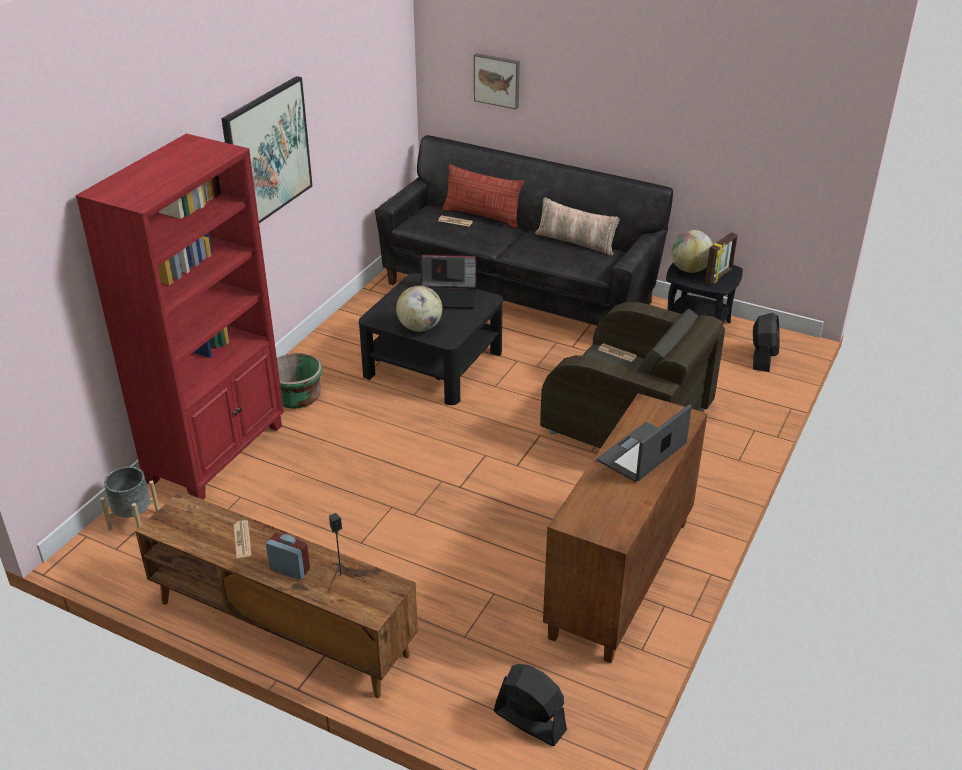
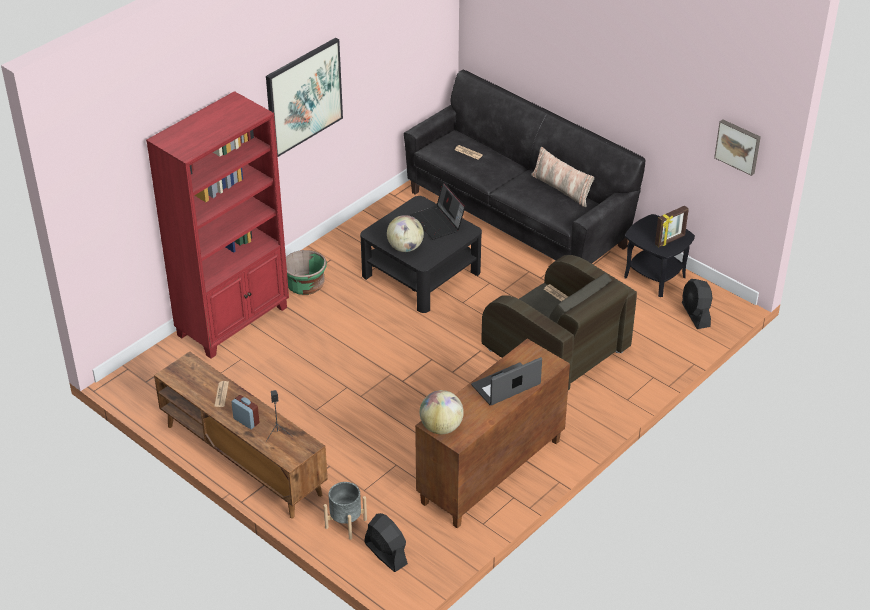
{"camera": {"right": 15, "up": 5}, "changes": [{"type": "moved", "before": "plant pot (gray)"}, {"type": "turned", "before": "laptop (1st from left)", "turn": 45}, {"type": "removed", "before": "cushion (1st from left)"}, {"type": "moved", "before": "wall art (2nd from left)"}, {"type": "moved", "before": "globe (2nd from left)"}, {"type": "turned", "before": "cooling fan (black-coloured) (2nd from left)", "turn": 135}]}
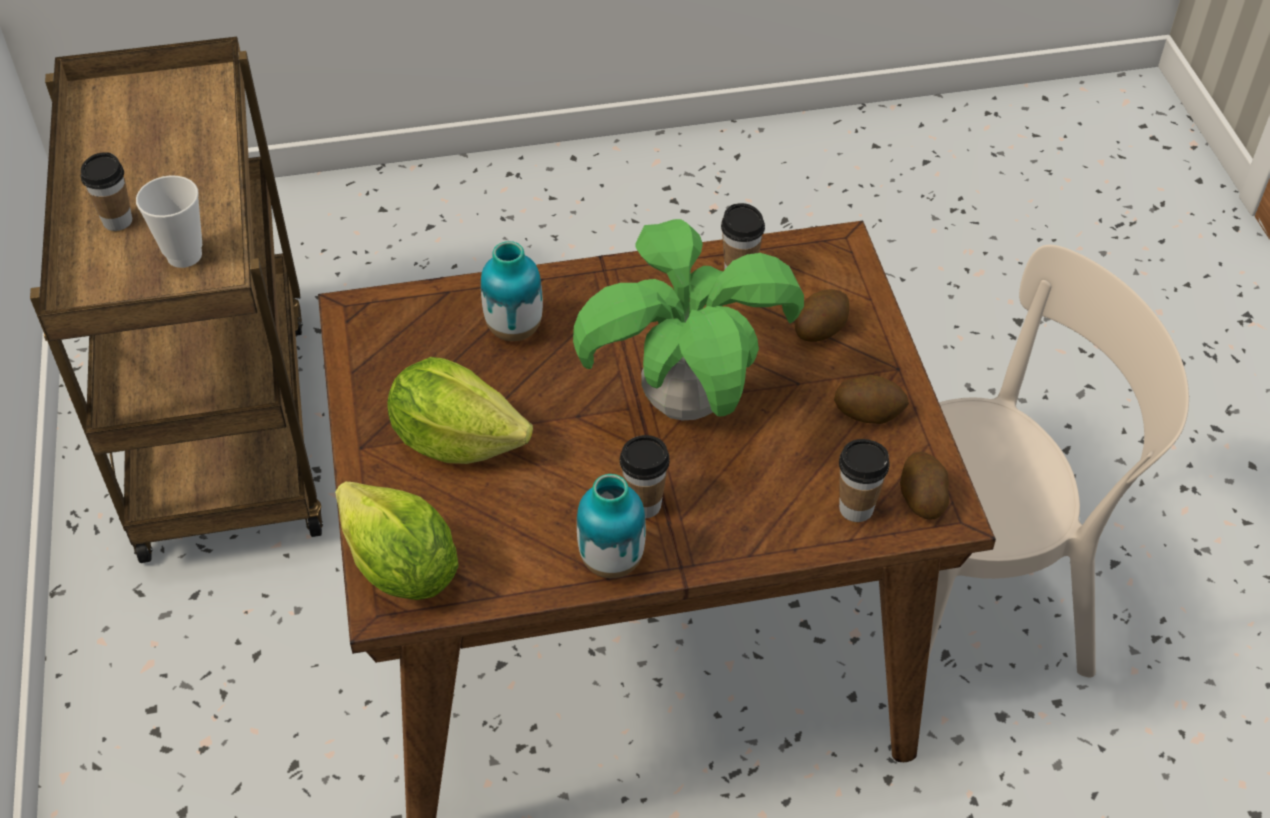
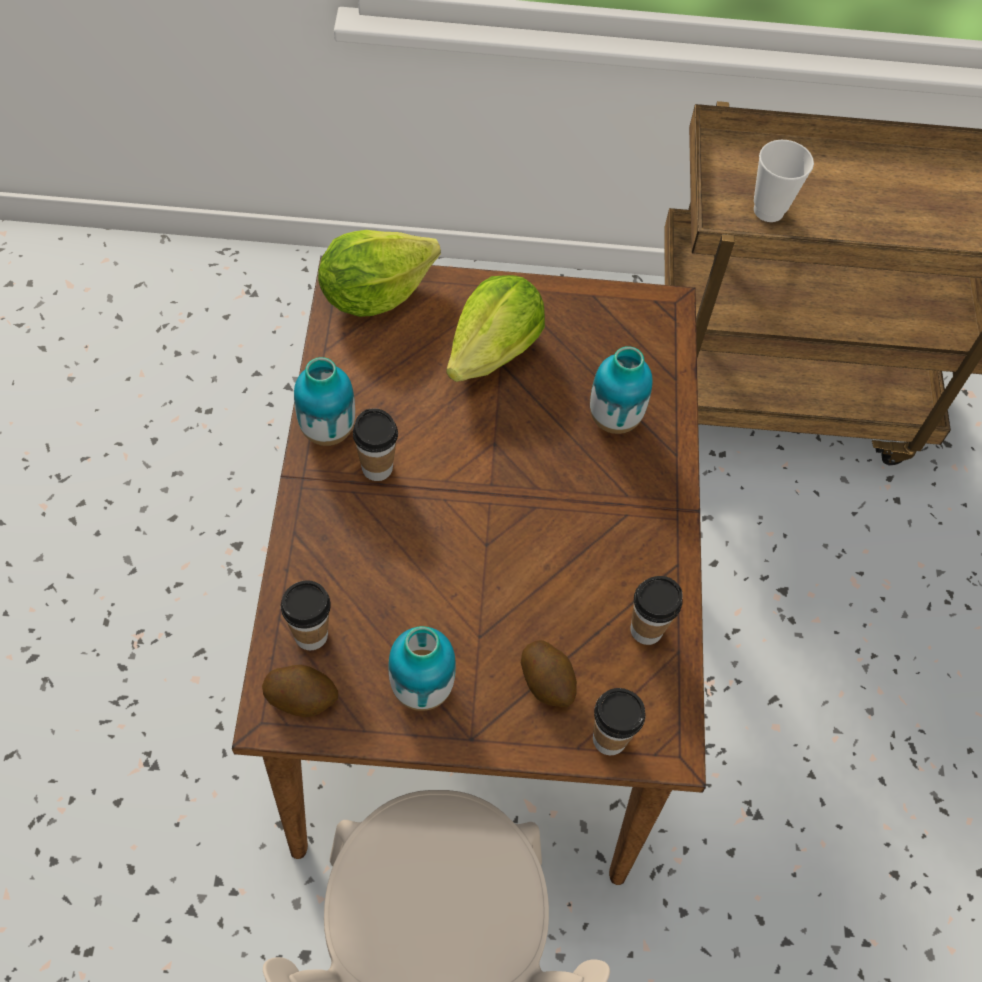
{"camera": {"right": 100, "up": 10}, "changes": [{"type": "moved", "before": "cup (1st from left in the first image)", "after": "cup (3rd from left)"}, {"type": "removed", "before": "houseplant"}, {"type": "replaced", "before": "potato (2nd from left)", "after": "flower vase (2nd from left)"}]}
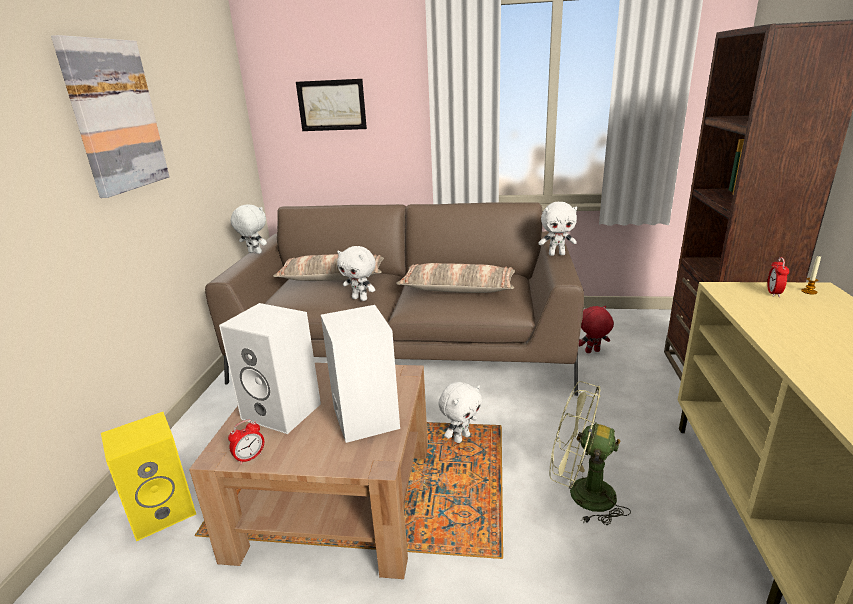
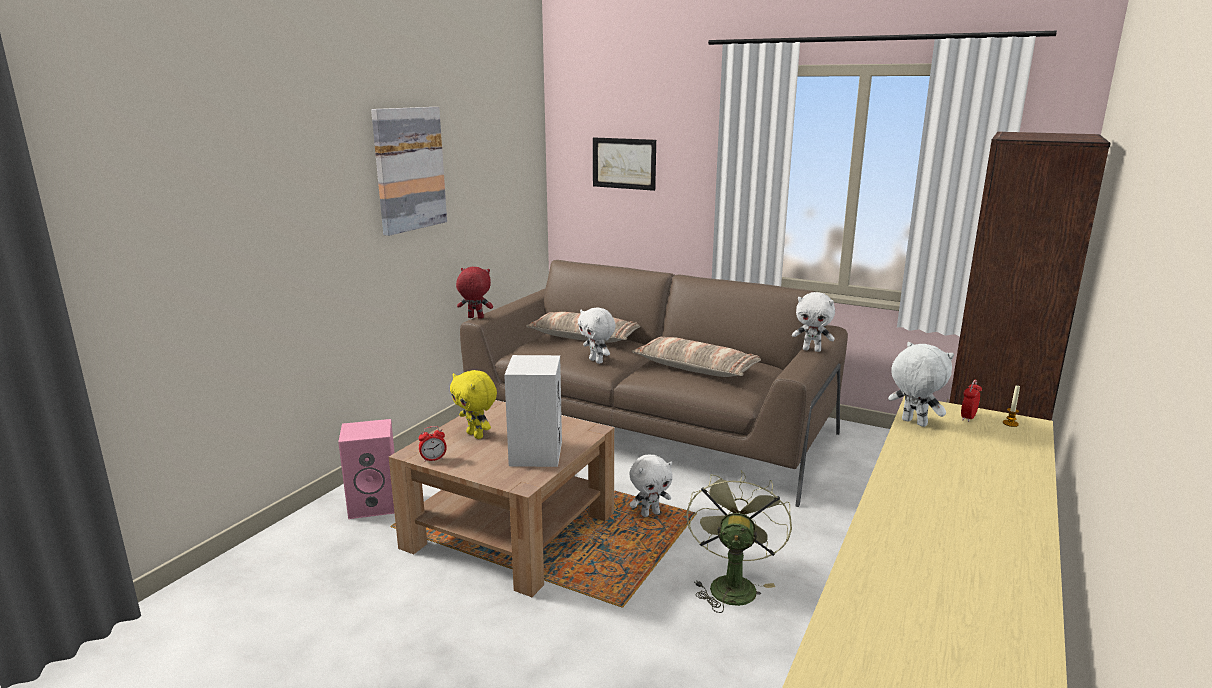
{"camera": {"right": 20, "up": -5}, "changes": [{"type": "recoloured", "before": "audio speaker (yellow-coloured)", "after": "audio speaker (pink-coloured)"}, {"type": "replaced", "before": "audio speaker (white) (1st from left)", "after": "cuddly toy (yellow-coloured)"}, {"type": "moved", "before": "cuddly toy (white) (1st from left in the first image)", "after": "cuddly toy (white) (4th from left)"}, {"type": "turned", "before": "cooling fan (green)", "turn": 60}, {"type": "moved", "before": "cuddly toy (reddish)"}]}
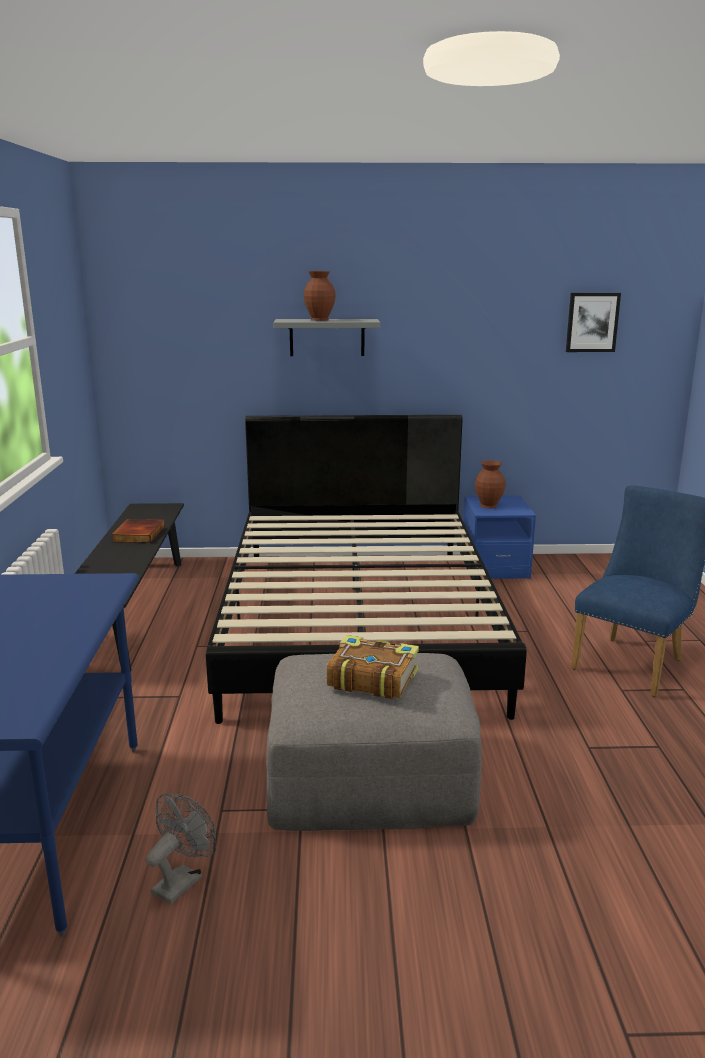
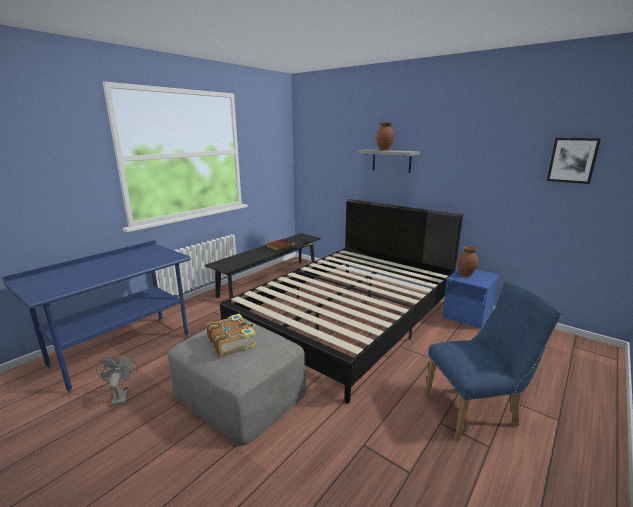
{"camera": {"right": 40, "up": 0}, "changes": [{"type": "turned", "before": "cooling fan (gray)", "turn": -90}]}
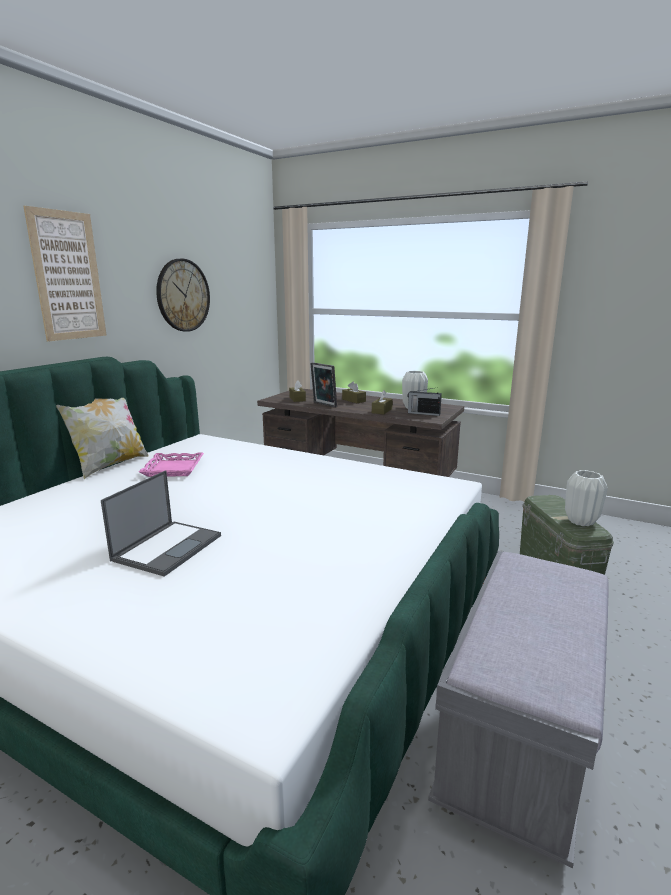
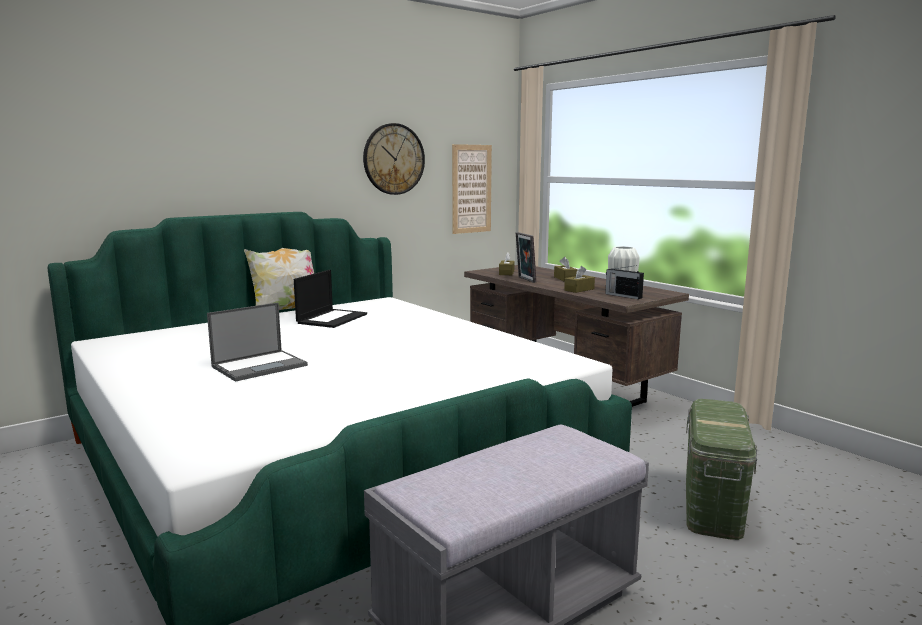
{"camera": {"right": 25, "up": -5}, "changes": [{"type": "moved", "before": "wall art"}, {"type": "replaced", "before": "carrying tray (pink-coloured)", "after": "laptop (2nd from left)"}, {"type": "removed", "before": "flower vase (white) (2nd from left)"}]}
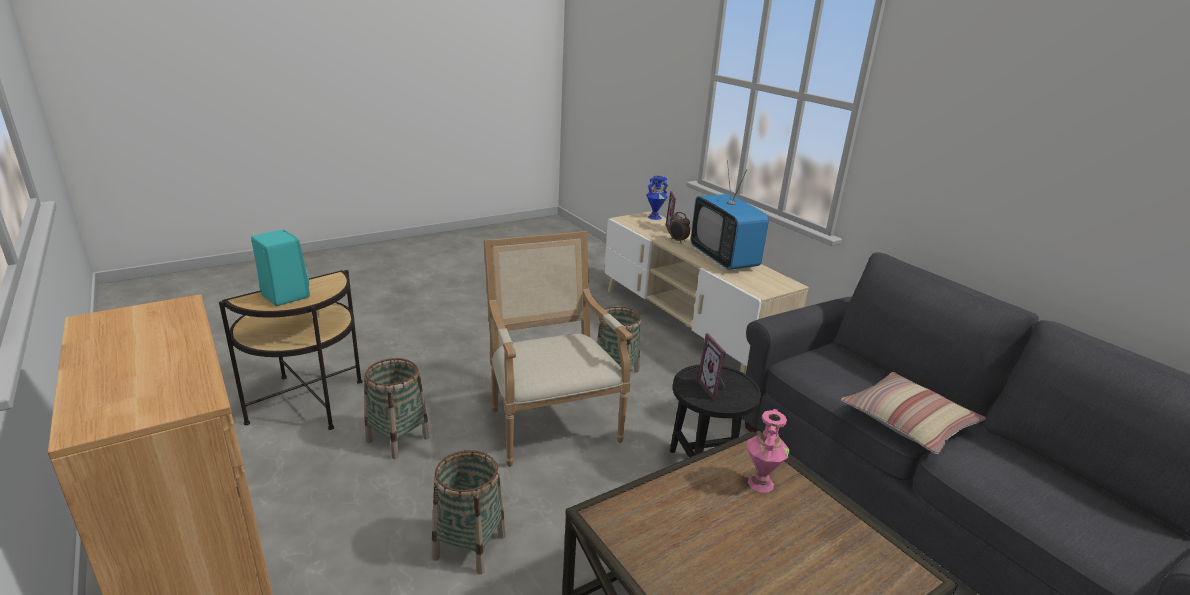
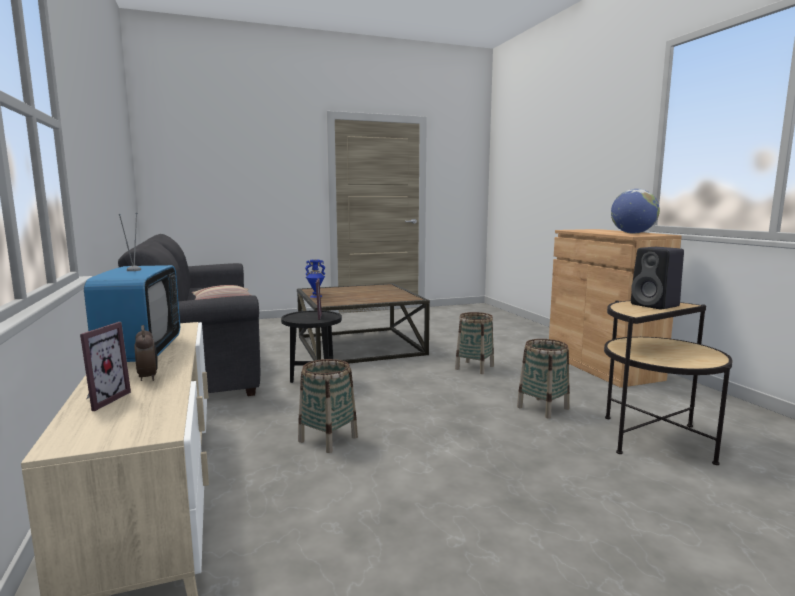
{"camera": {"right": -165, "up": -15}, "changes": [{"type": "recoloured", "before": "audio speaker (blue-green)", "after": "audio speaker (black-coloured)"}, {"type": "removed", "before": "easy chair"}, {"type": "moved", "before": "flower vase (blue-coloured)"}, {"type": "removed", "before": "flower vase (pink-coloured)"}, {"type": "added", "after": "globe"}]}
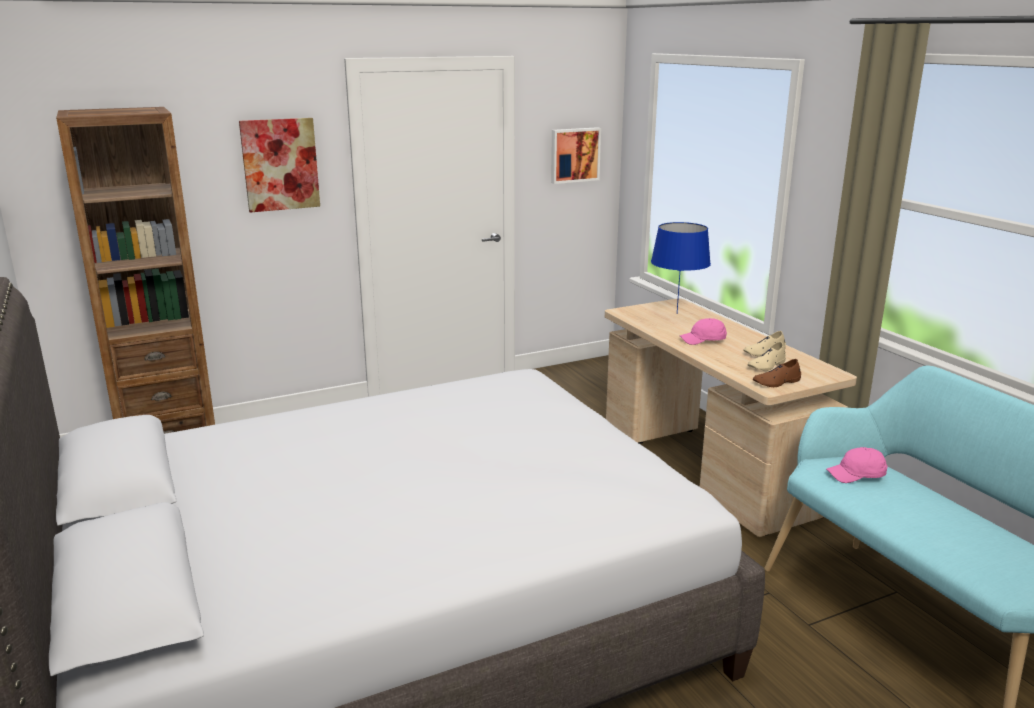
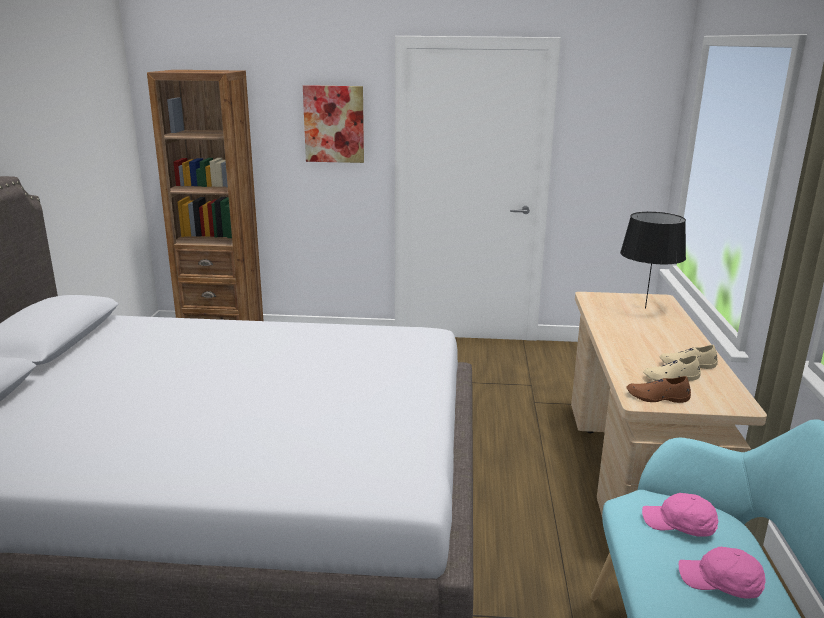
{"camera": {"right": 30, "up": 0}, "changes": [{"type": "removed", "before": "wall art (2nd from left)"}, {"type": "recoloured", "before": "tabletop lamp (blue-coloured)", "after": "tabletop lamp (black-coloured)"}, {"type": "moved", "before": "peaked cap (pink-coloured) (1st from left in the first image)", "after": "peaked cap (pink-coloured) (2nd from left)"}]}
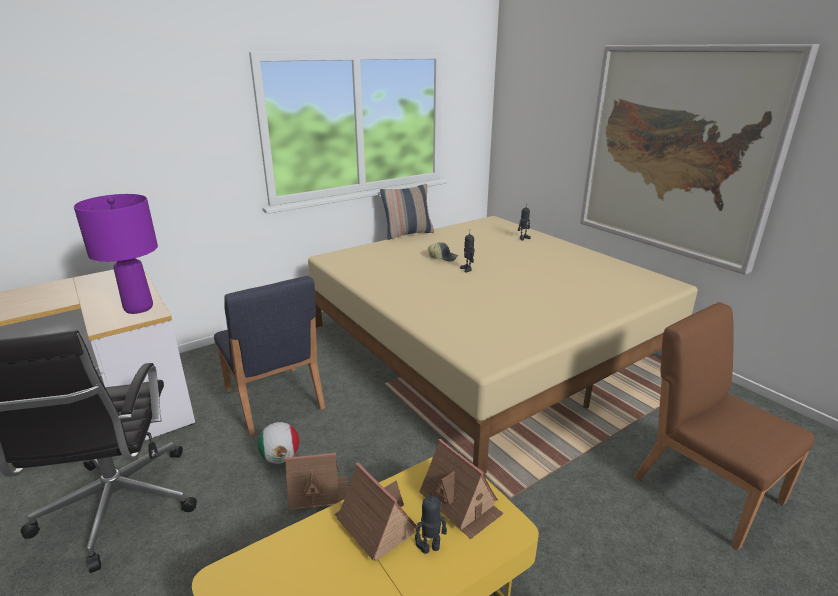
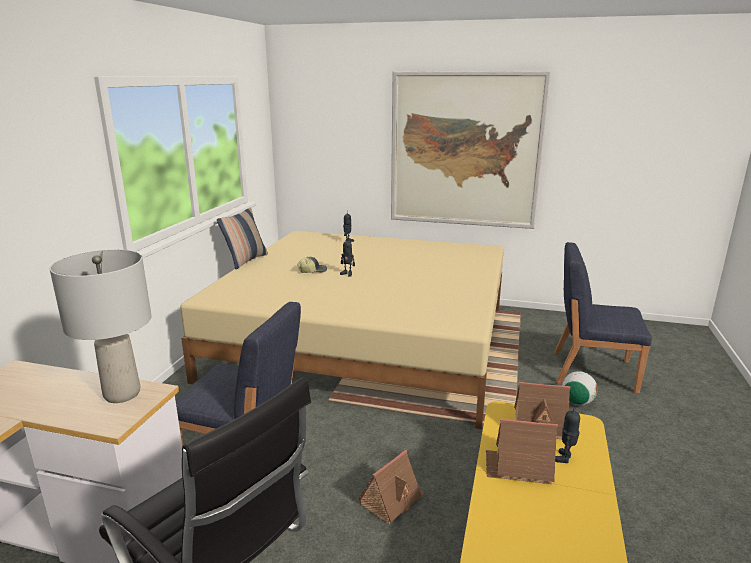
{"camera": {"right": -40, "up": -5}, "changes": [{"type": "recoloured", "before": "tabletop lamp (purple)", "after": "tabletop lamp (gray)"}, {"type": "moved", "before": "football ball"}, {"type": "recoloured", "before": "chair (brownish)", "after": "chair (blue-coloured) (2nd from left)"}]}
